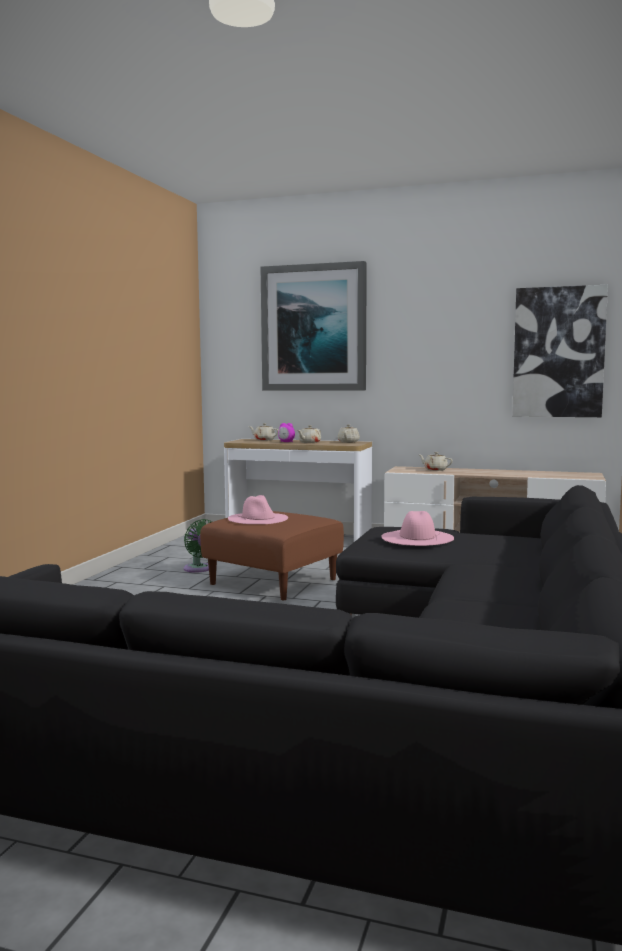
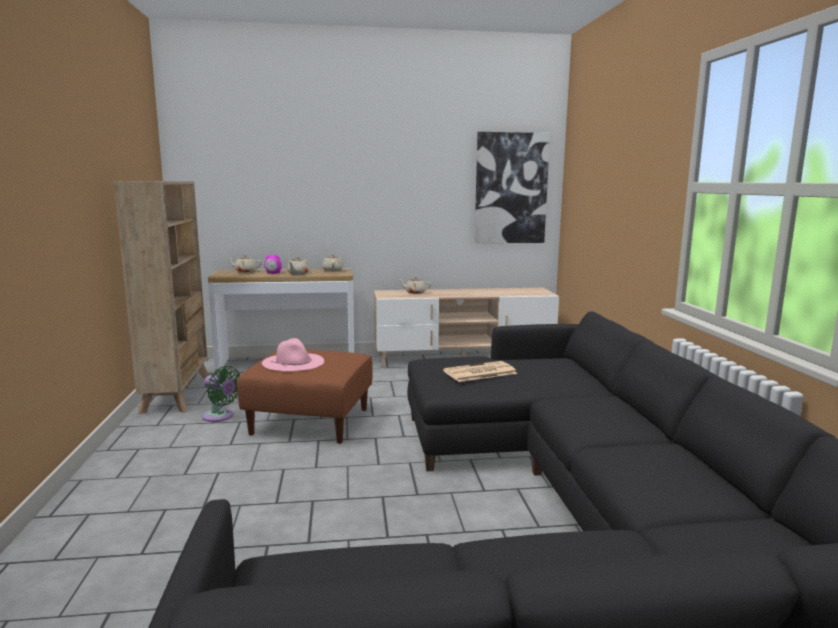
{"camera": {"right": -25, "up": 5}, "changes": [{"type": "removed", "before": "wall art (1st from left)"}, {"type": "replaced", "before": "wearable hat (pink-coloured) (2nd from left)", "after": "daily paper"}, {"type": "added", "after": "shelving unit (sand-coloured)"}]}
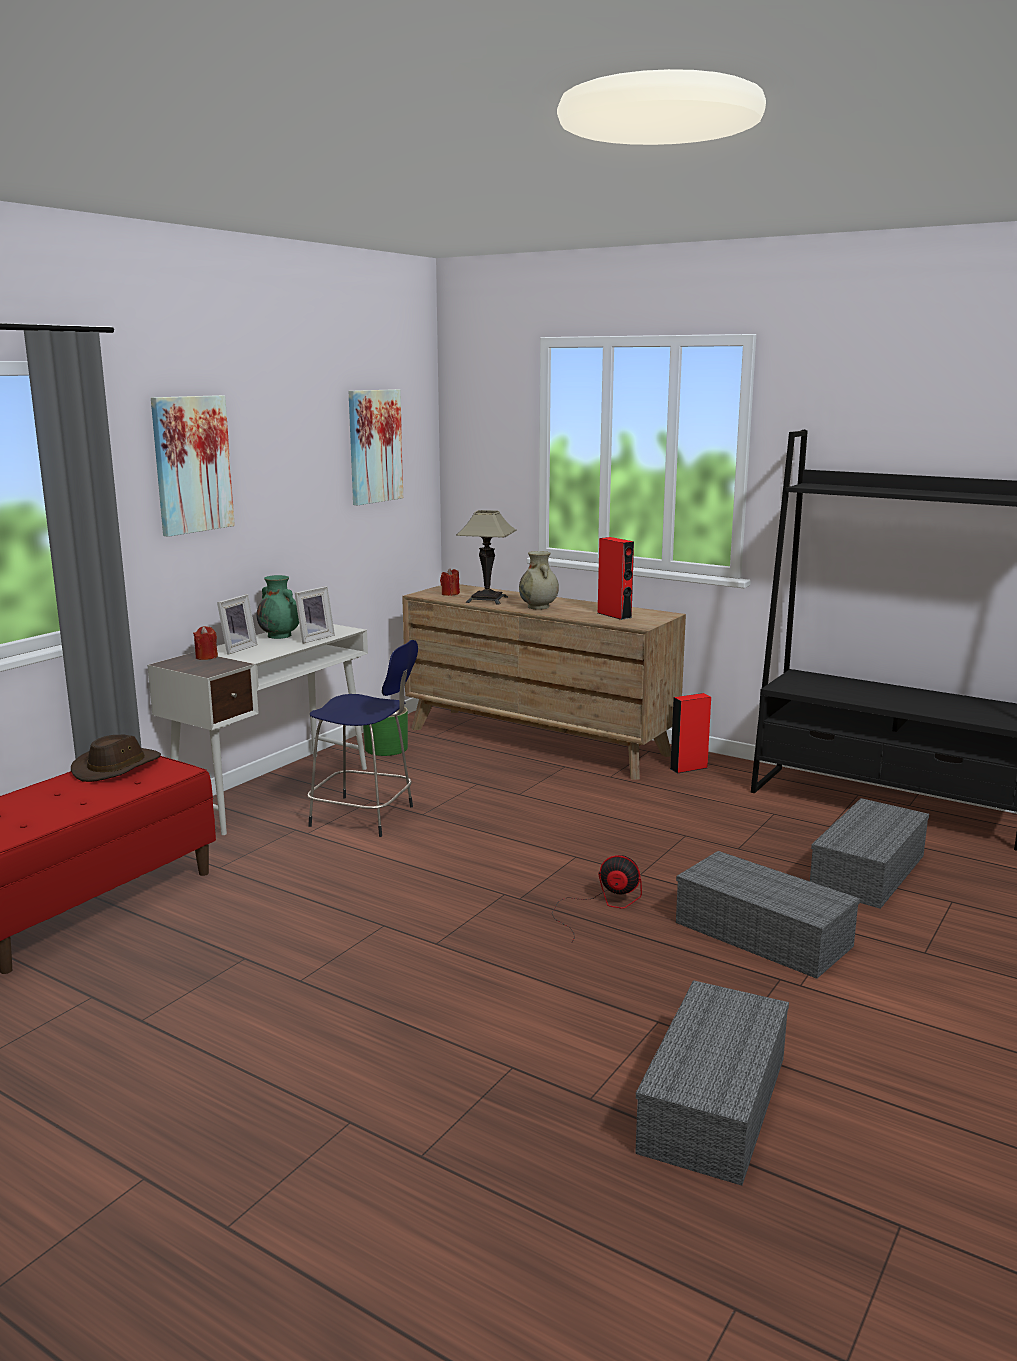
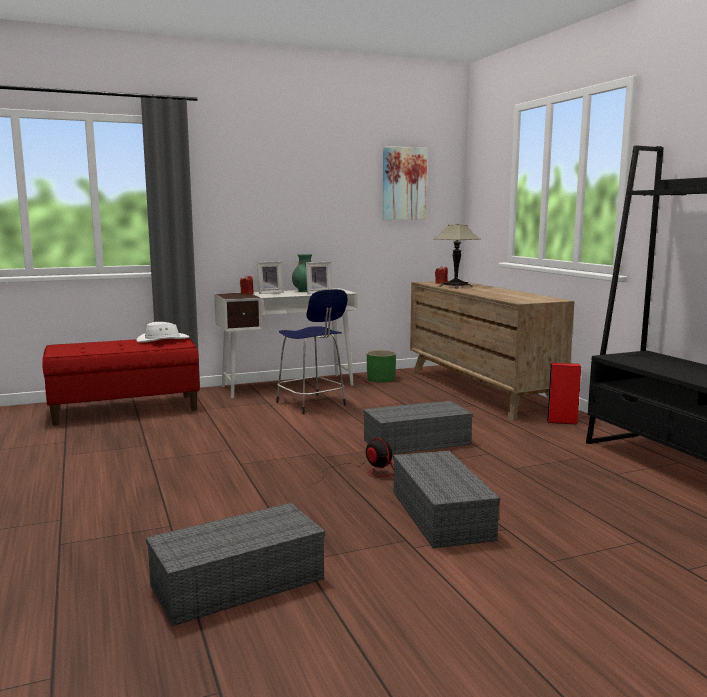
{"camera": {"right": 35, "up": -5}, "changes": [{"type": "recoloured", "before": "wearable hat (brownish)", "after": "wearable hat (white)"}, {"type": "removed", "before": "wall art (1st from left)"}, {"type": "removed", "before": "flower vase (sand-coloured)"}, {"type": "removed", "before": "audio speaker (reddish) (1st from left)"}, {"type": "moved", "before": "storage box (gray) (3rd from left in the first image)", "after": "storage box (gray) (2nd from left)"}]}
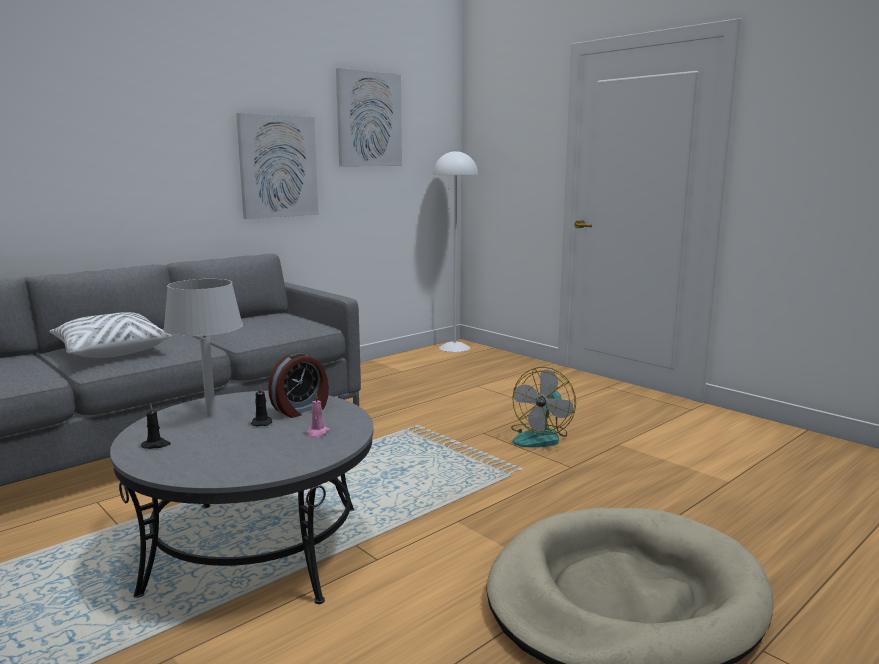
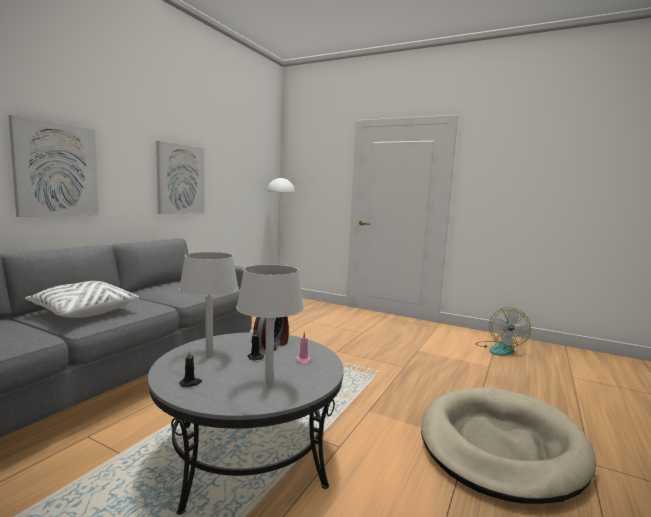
{"camera": {"right": -20, "up": -5}, "changes": [{"type": "moved", "before": "wall art (2nd from left in the first image)", "after": "wall art (1st from left)"}, {"type": "moved", "before": "cooling fan"}, {"type": "added", "after": "tabletop lamp (gray) (2nd from left)"}]}
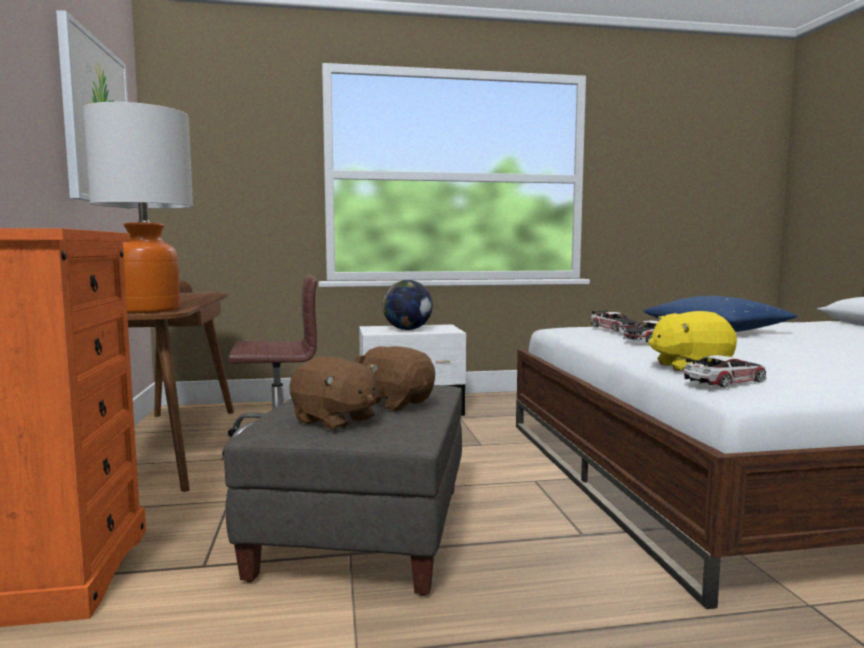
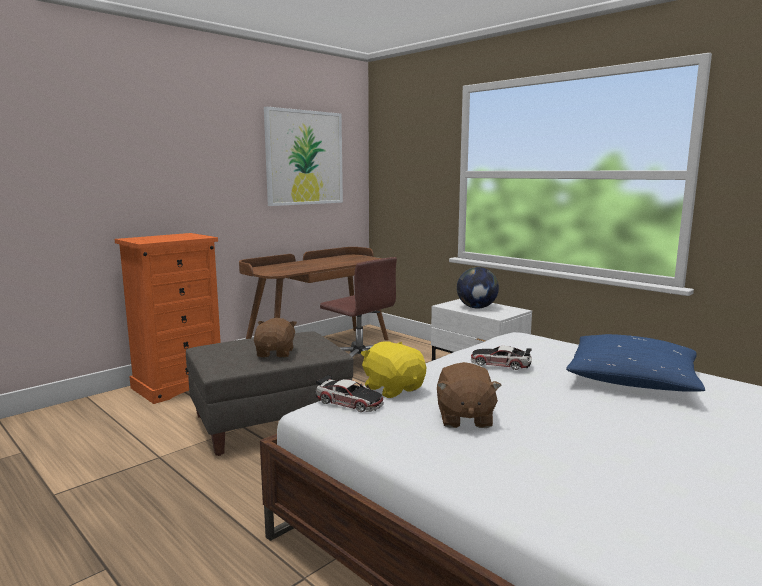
{"camera": {"right": 55, "up": 5}, "changes": [{"type": "removed", "before": "tabletop lamp"}, {"type": "moved", "before": "cuddly toy (brownish) (1st from left in the first image)", "after": "cuddly toy (brownish) (2nd from left)"}, {"type": "removed", "before": "toy car (1st from left)"}]}
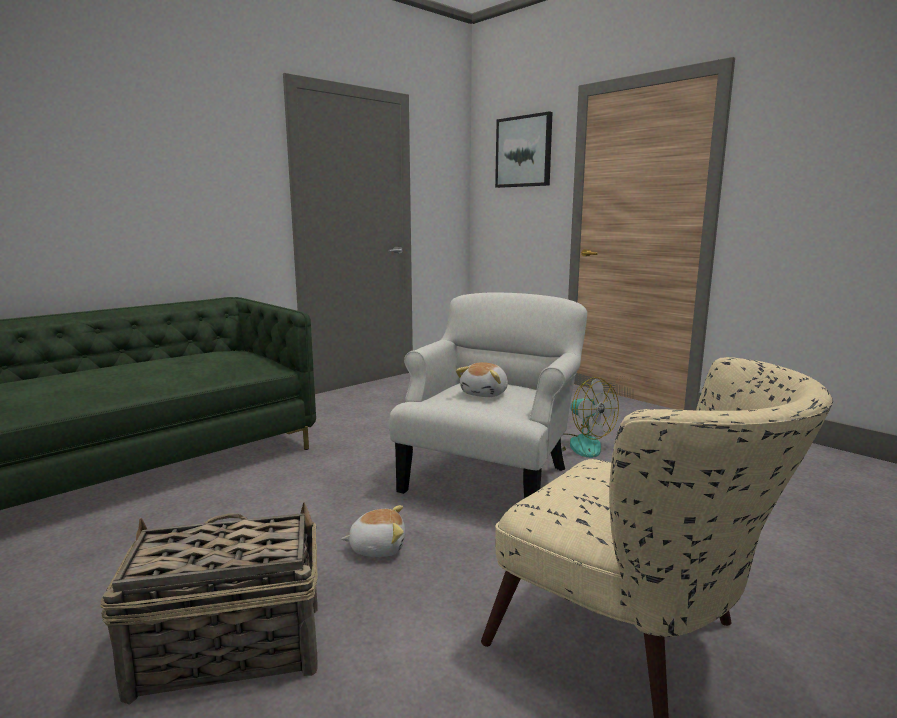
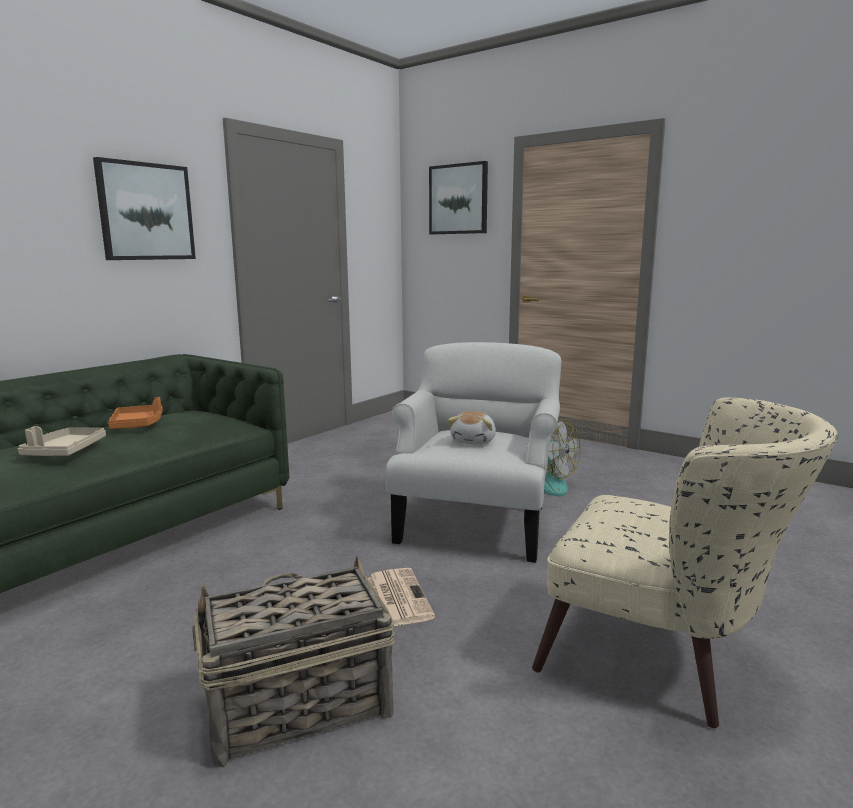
{"camera": {"right": -10, "up": 0}, "changes": [{"type": "replaced", "before": "cuddly toy (1st from left)", "after": "daily paper"}, {"type": "added", "after": "carrying tray (sand-coloured)"}, {"type": "added", "after": "wall art (1st from left)"}, {"type": "added", "after": "carrying tray (orange-coloured)"}]}
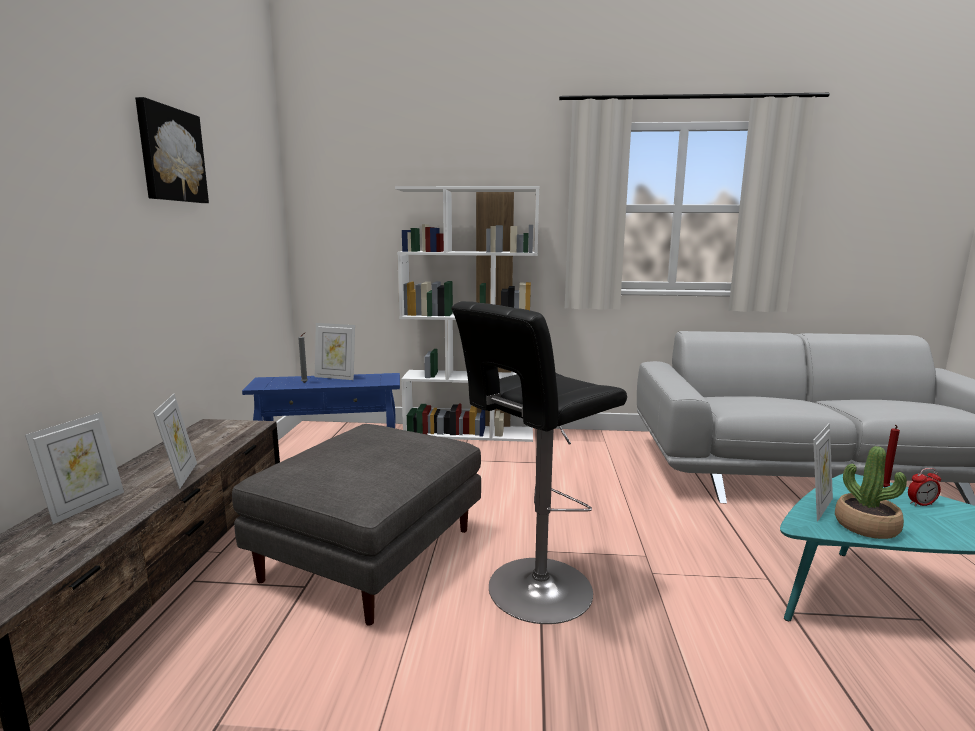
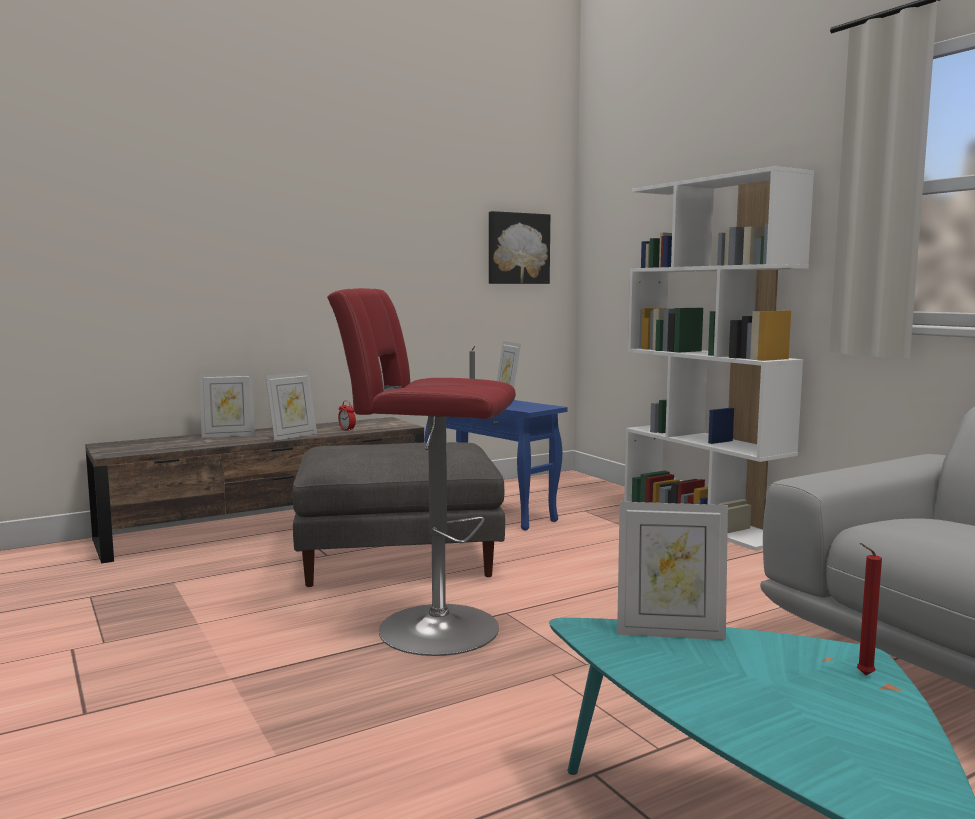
{"camera": {"right": 55, "up": -5}, "changes": [{"type": "moved", "before": "wall art"}, {"type": "recoloured", "before": "stool (black-coloured)", "after": "stool (reddish)"}, {"type": "removed", "before": "houseplant"}, {"type": "moved", "before": "alarm clock"}]}
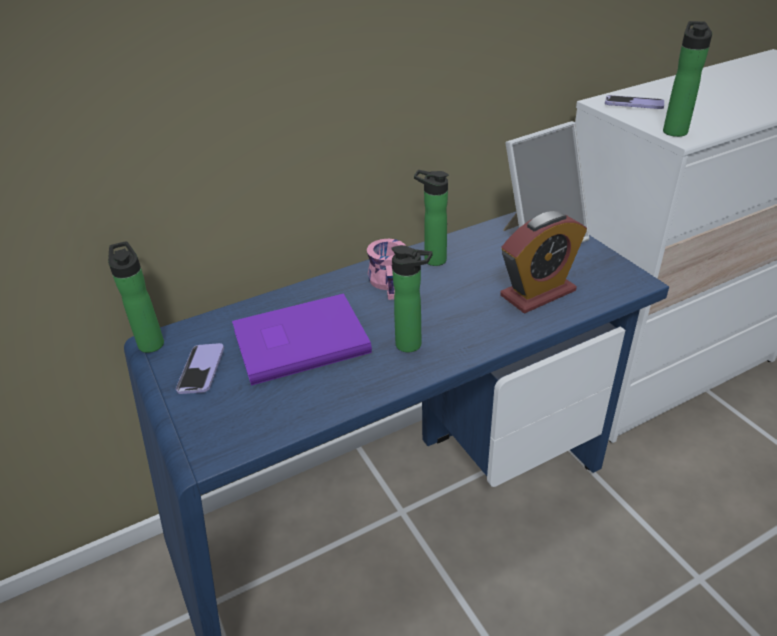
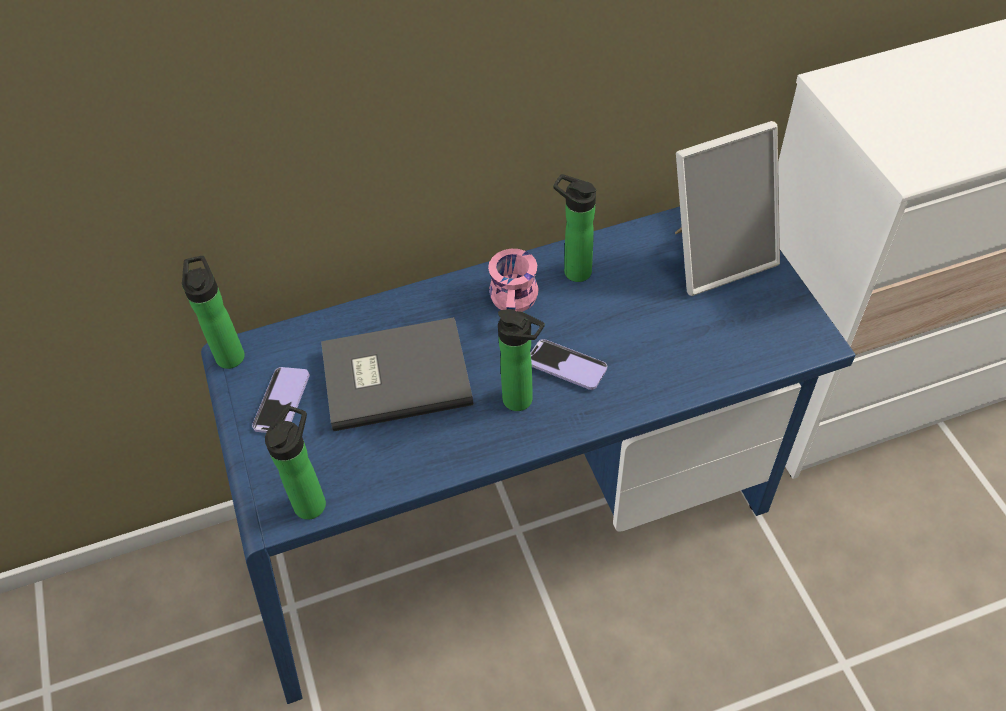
{"camera": {"right": 10, "up": 15}, "changes": [{"type": "recoloured", "before": "bound book (purple)", "after": "bound book (gray)"}, {"type": "removed", "before": "alarm clock"}, {"type": "moved", "before": "handset (2nd from left)"}, {"type": "moved", "before": "bottle (4th from left in the first image)", "after": "bottle (2nd from left)"}]}
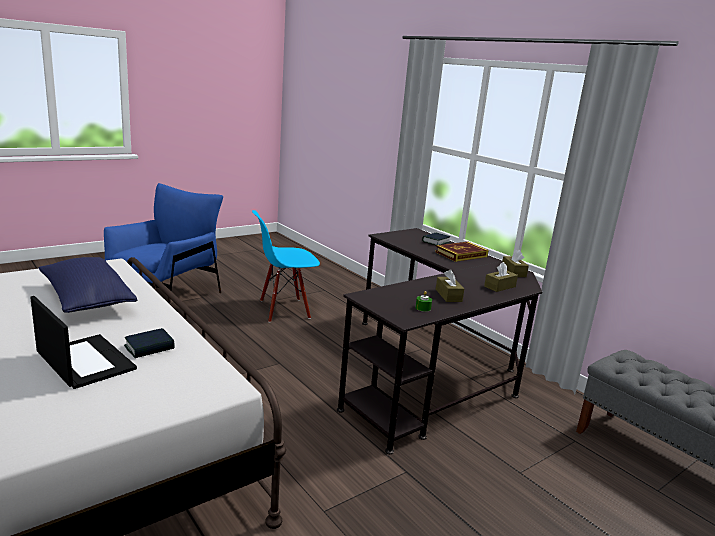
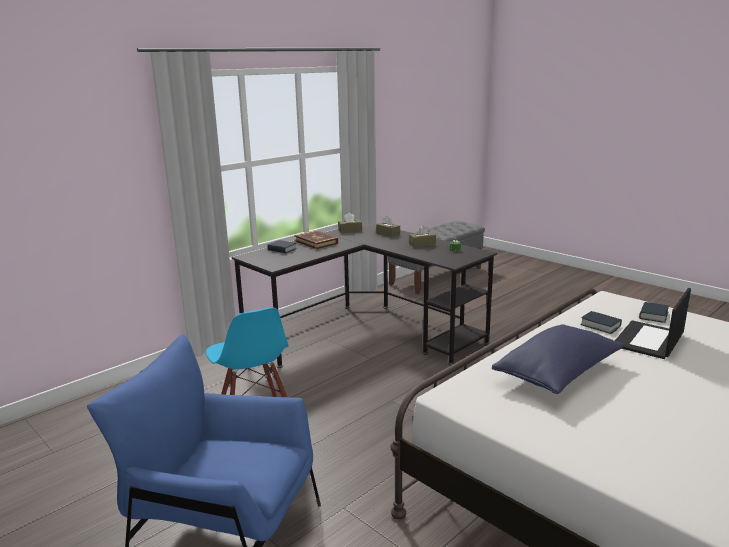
{"camera": {"right": -95, "up": 0}, "changes": [{"type": "added", "after": "bound book (4th from left)"}]}
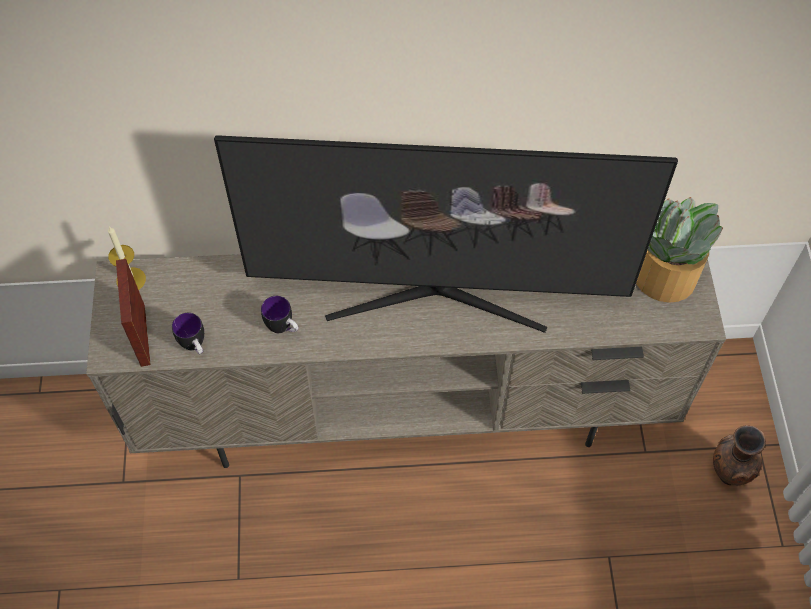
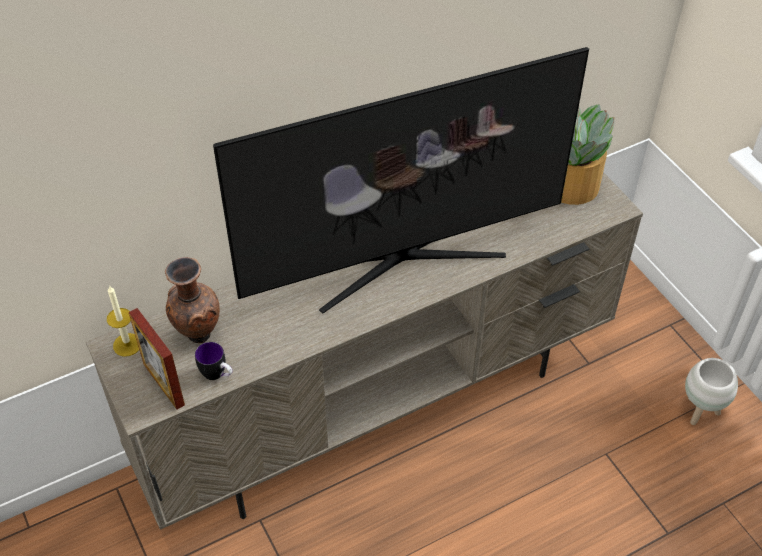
{"camera": {"right": -25, "up": -10}, "changes": [{"type": "removed", "before": "coffee mug (2nd from left)"}, {"type": "moved", "before": "flower vase (brownish)"}, {"type": "added", "after": "plant pot (white)"}]}
